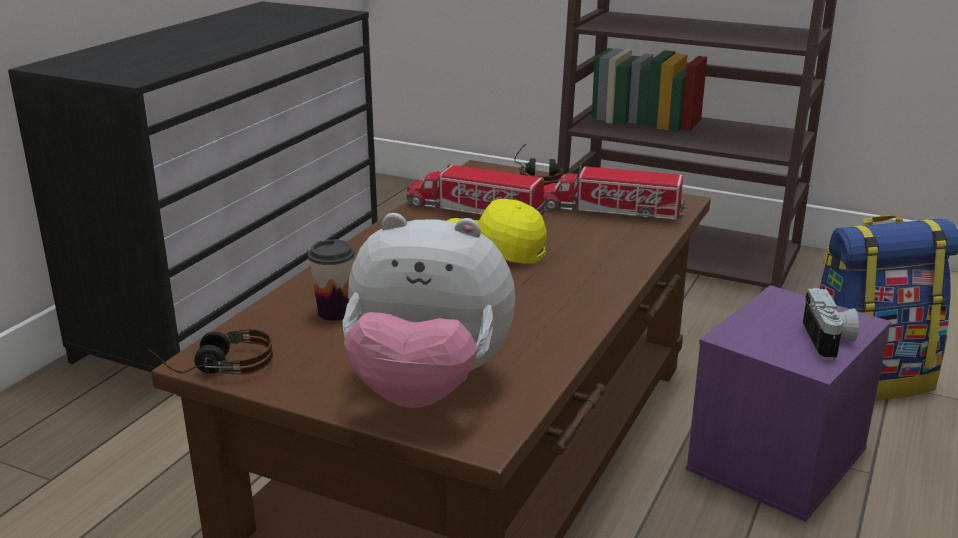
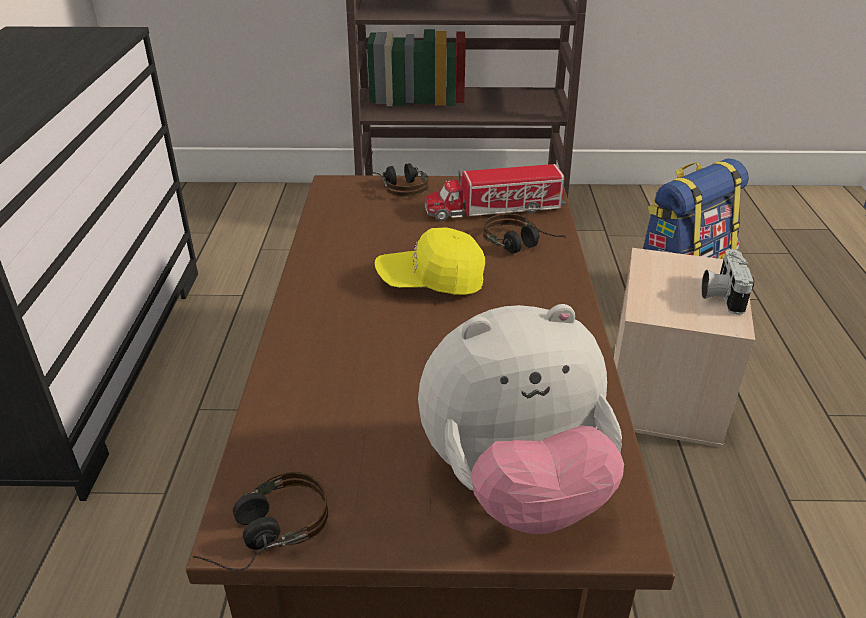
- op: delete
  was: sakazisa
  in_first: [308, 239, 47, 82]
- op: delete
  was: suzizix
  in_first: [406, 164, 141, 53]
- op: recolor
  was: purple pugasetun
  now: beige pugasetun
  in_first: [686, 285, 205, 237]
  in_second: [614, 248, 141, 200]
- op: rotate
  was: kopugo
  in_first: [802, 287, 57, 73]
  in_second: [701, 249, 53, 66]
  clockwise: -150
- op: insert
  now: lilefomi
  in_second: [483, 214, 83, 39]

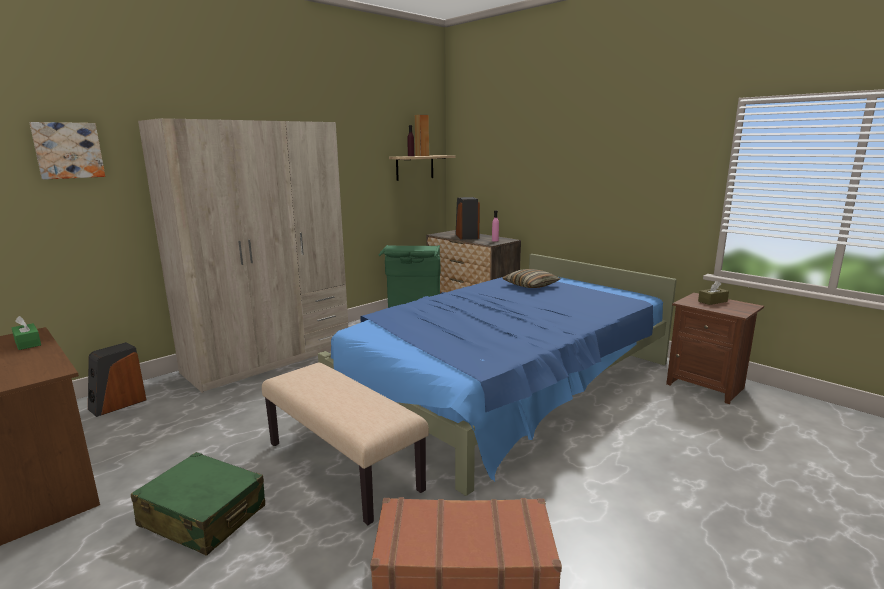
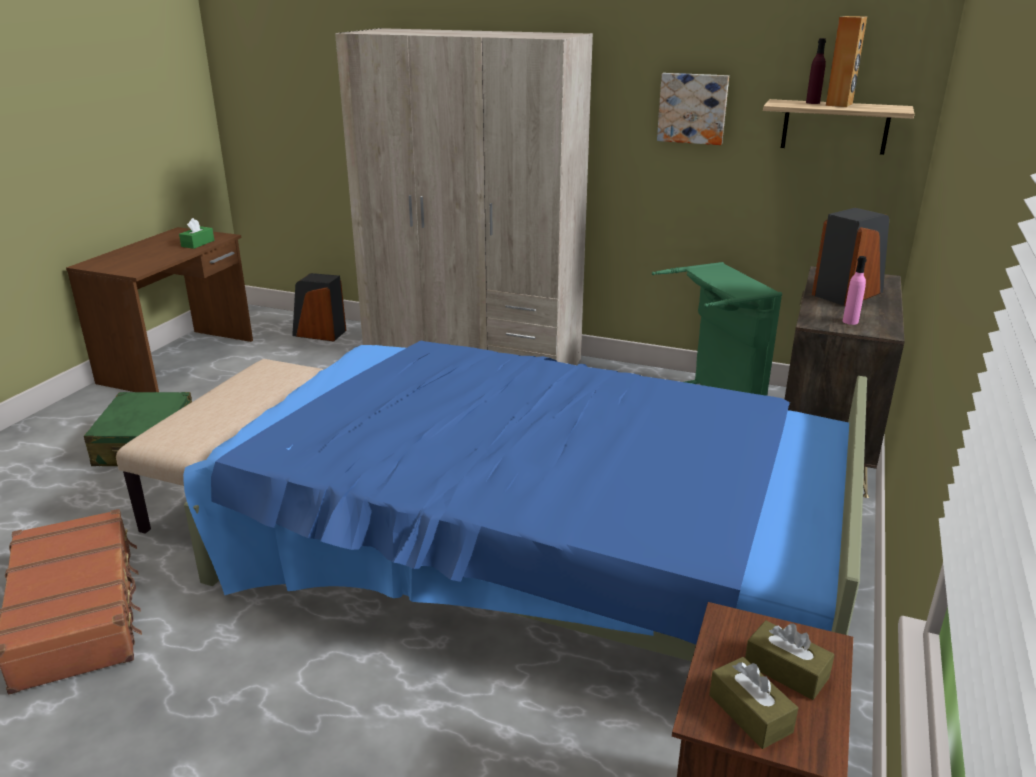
- op: move
  was: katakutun
  in_first: [30, 122, 75, 58]
  in_second: [657, 73, 72, 72]
- op: delete
  was: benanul
  in_first: [502, 269, 59, 19]
- op: insert
  now: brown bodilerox
  in_second: [709, 657, 89, 92]

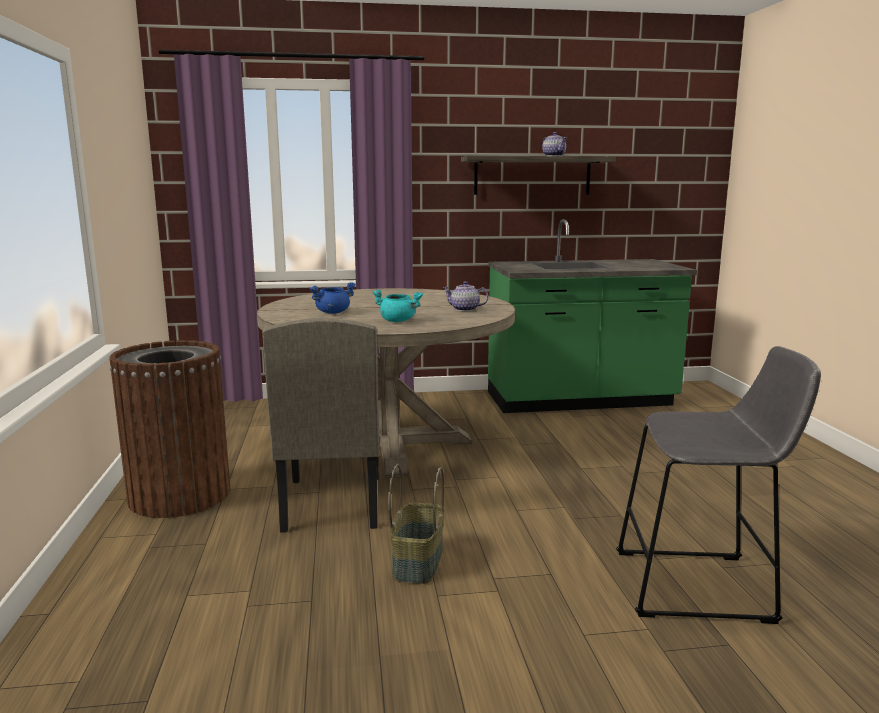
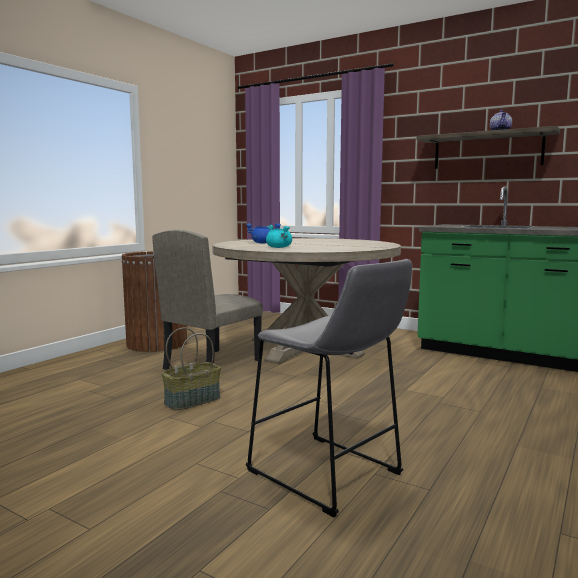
- op: delete
  was: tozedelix
  in_first: [443, 281, 46, 30]

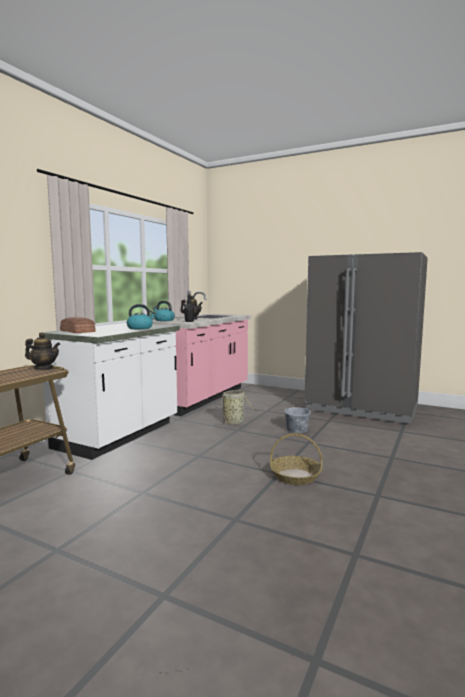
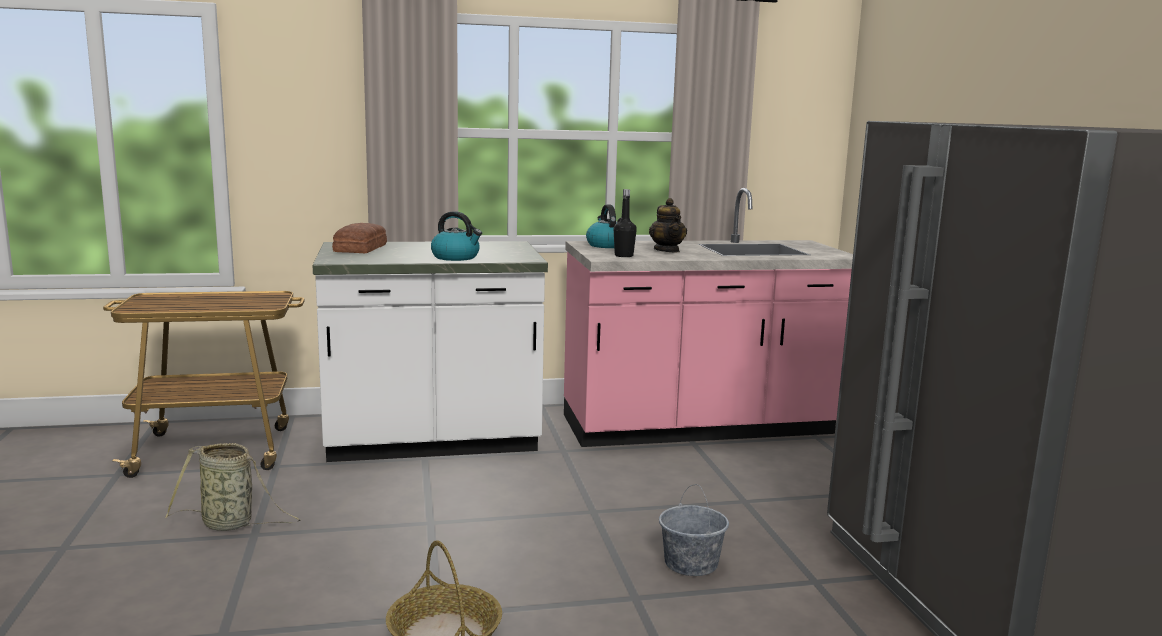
- op: delete
  was: tozedelix
  in_first: [25, 333, 35, 37]
- op: move
  was: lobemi
  in_first: [215, 390, 43, 35]
  in_second: [165, 443, 136, 88]

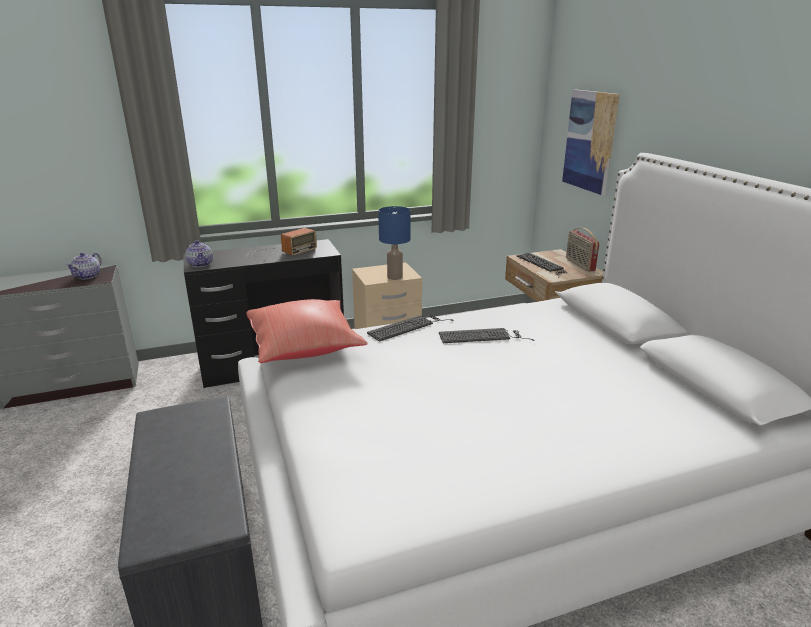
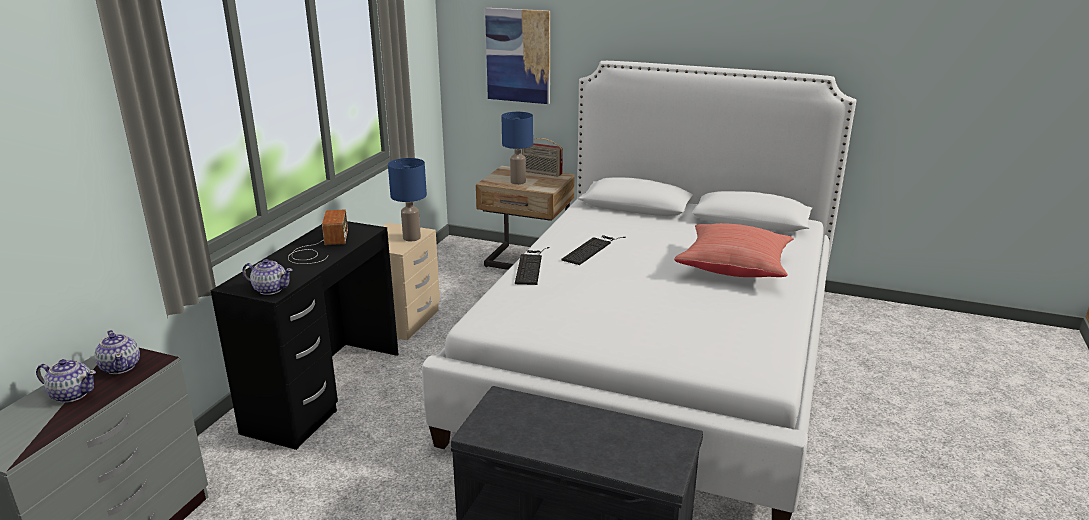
- op: move
  was: red benanul
  in_first: [246, 299, 122, 64]
  in_second: [674, 223, 120, 54]
- op: replace
  was: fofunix
  now: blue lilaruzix
  in_first: [517, 253, 50, 25]
  in_second: [501, 112, 32, 73]
- op: insert
  now: tozedelix
  in_second: [36, 359, 60, 44]

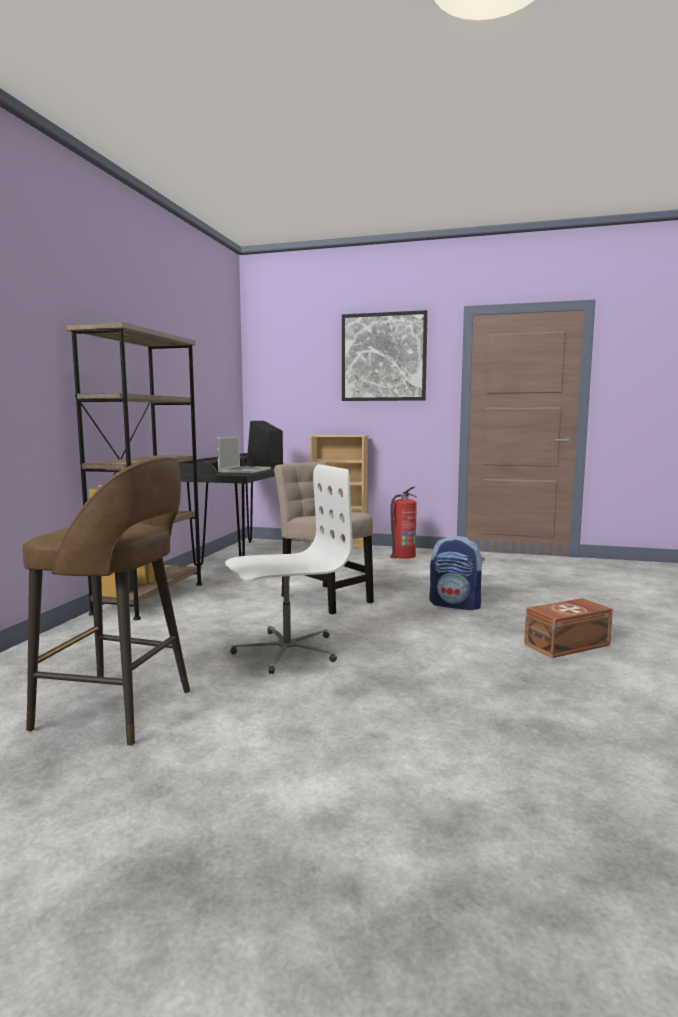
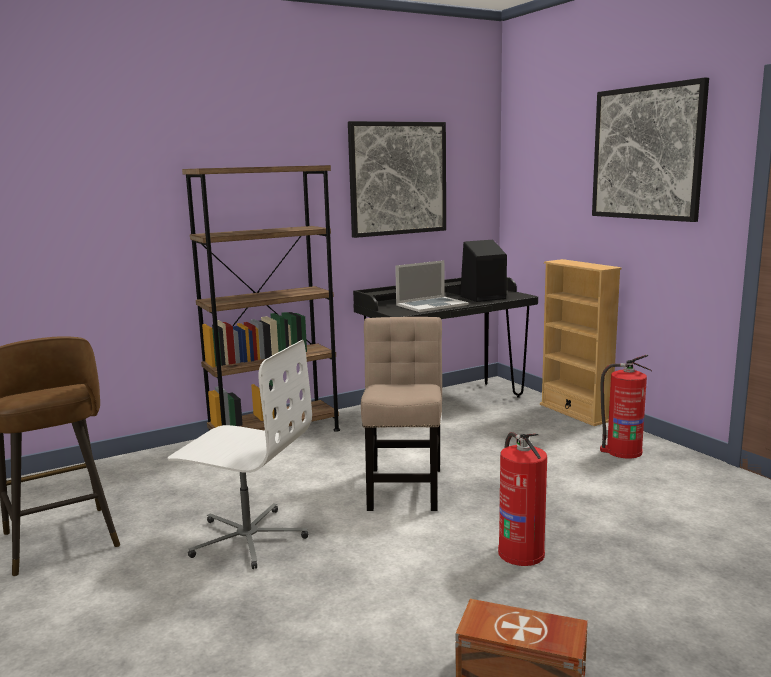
- op: replace
  was: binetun
  now: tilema
  in_first: [429, 536, 56, 74]
  in_second: [498, 432, 49, 134]
- op: insert
  now: katakutun
  in_second: [348, 121, 98, 117]

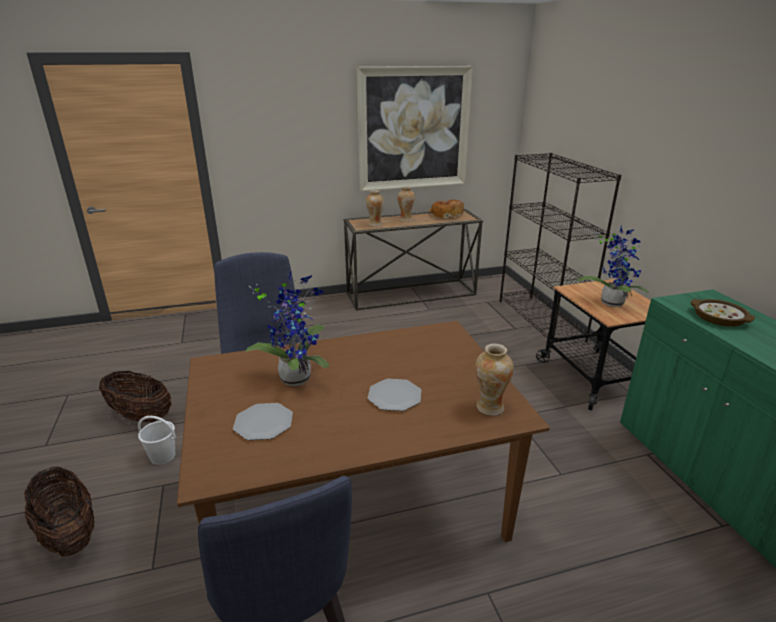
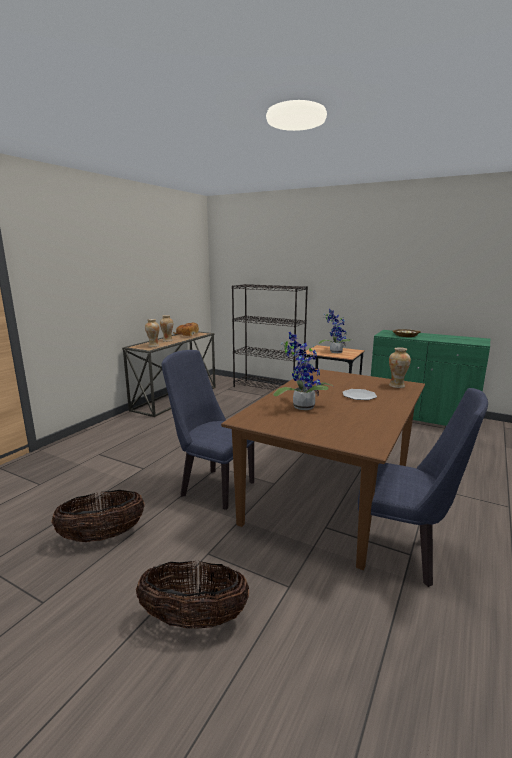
- op: delete
  was: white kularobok
  in_first: [138, 416, 38, 49]
- op: delete
  was: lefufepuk
  in_first: [233, 403, 60, 37]
- op: delete
  was: katakutun
  in_first: [357, 66, 116, 125]

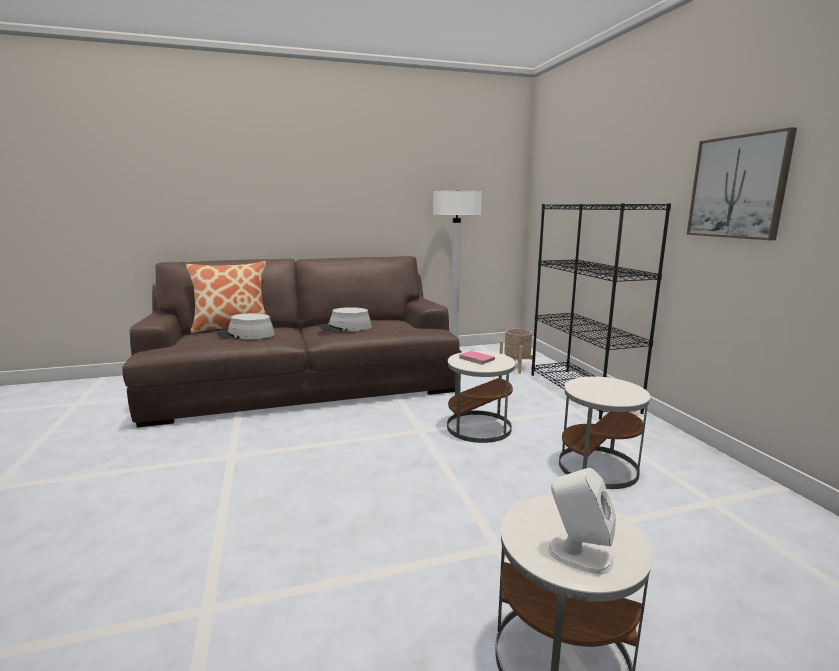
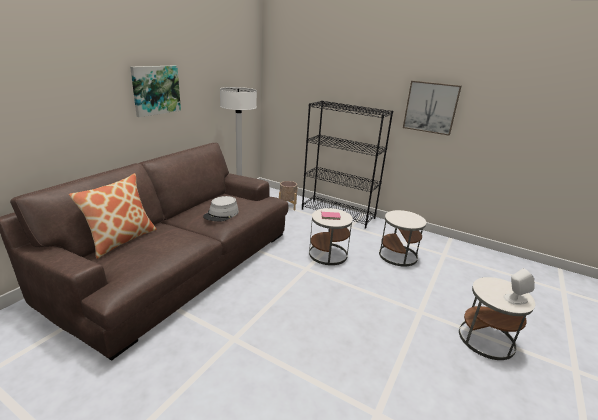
- op: delete
  was: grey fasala
  in_first: [217, 313, 58, 26]
- op: insert
  now: katakutun
  in_second: [130, 65, 51, 52]

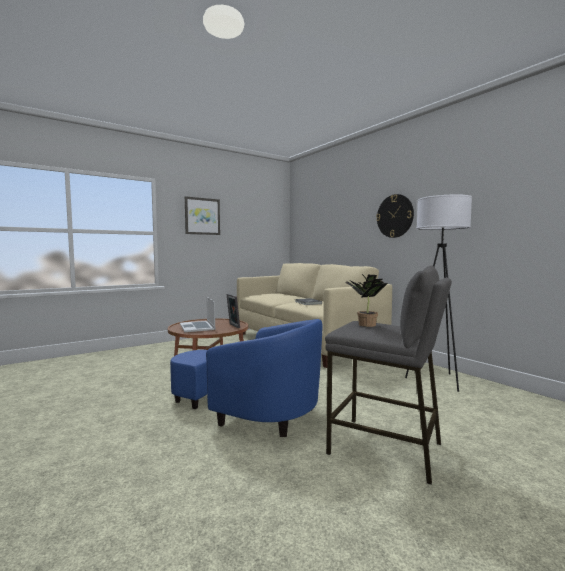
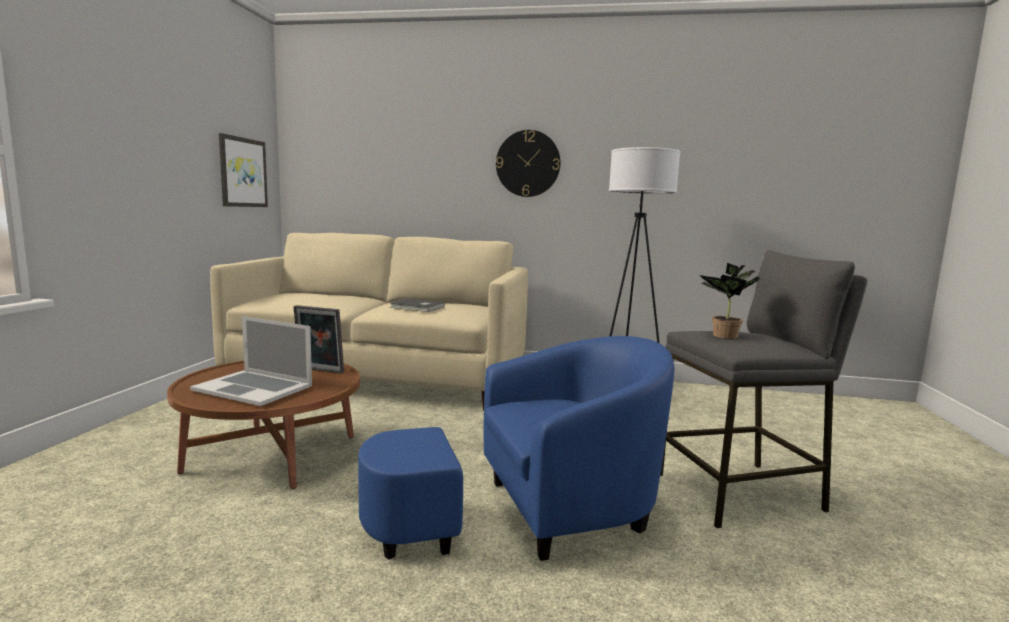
- op: move
  was: katakutun
  in_first: [185, 196, 35, 39]
  in_second: [219, 133, 49, 74]

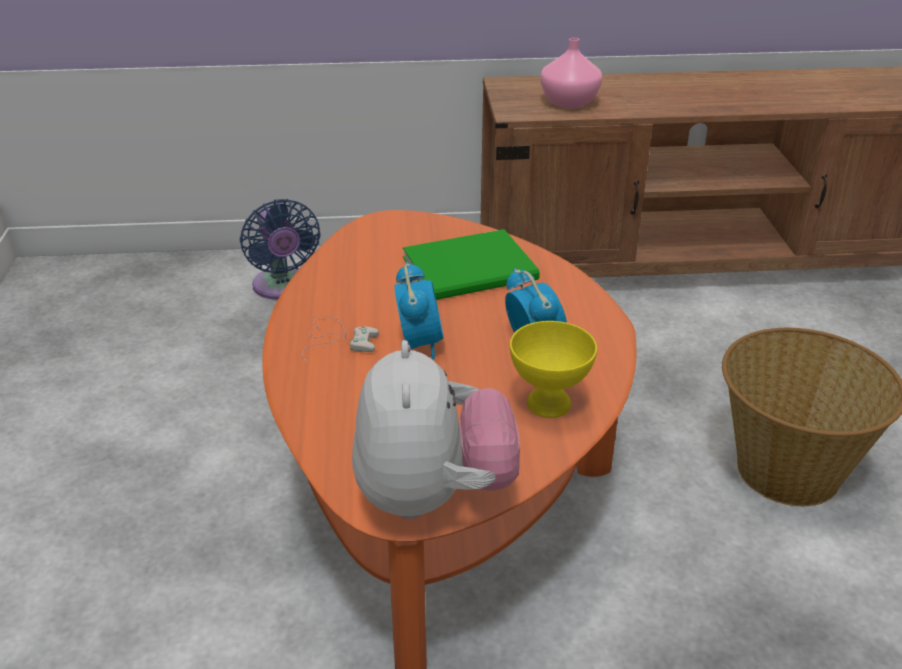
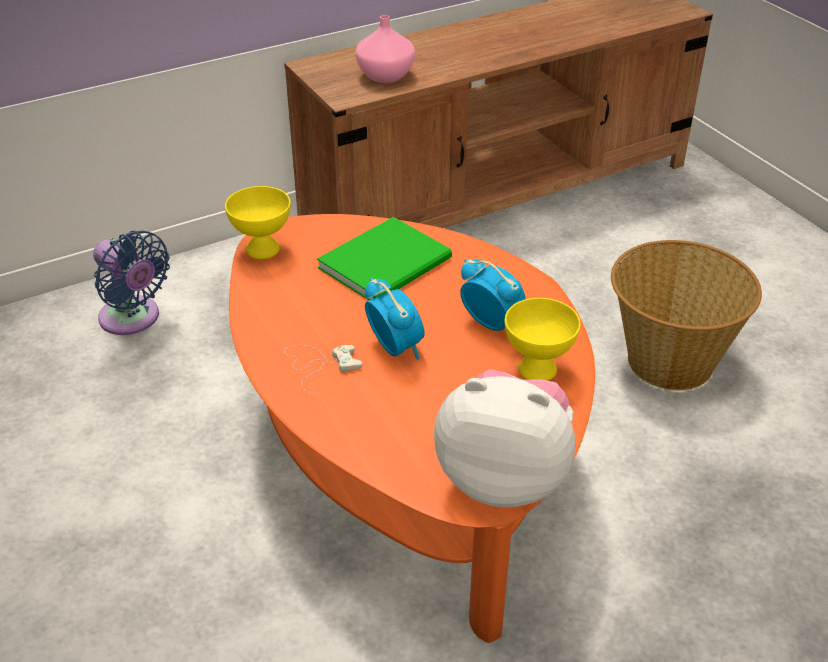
- op: rotate
  was: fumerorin
  in_first: [352, 340, 168, 179]
  in_second: [434, 369, 141, 138]
  clockwise: -45
- op: insert
  now: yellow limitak
  in_second: [225, 186, 66, 73]

